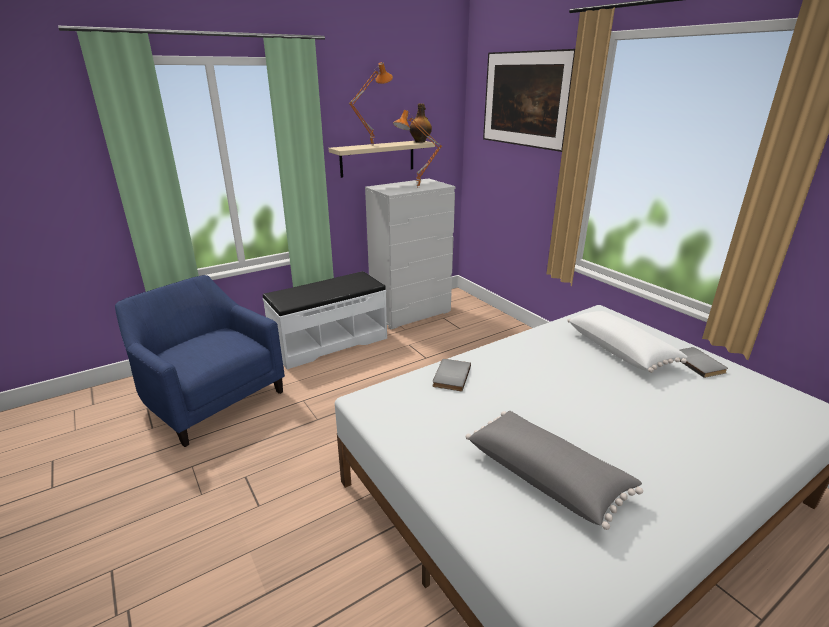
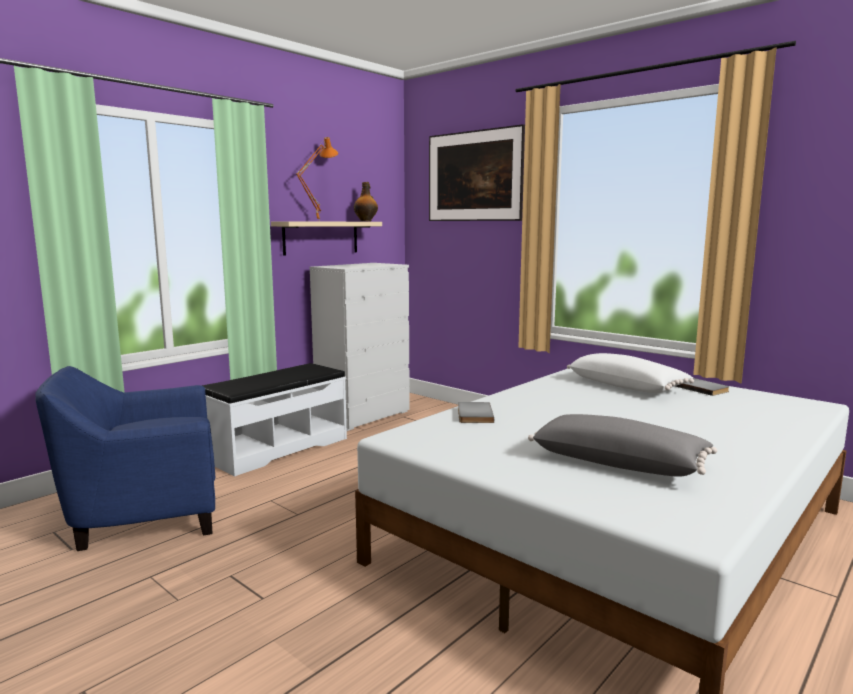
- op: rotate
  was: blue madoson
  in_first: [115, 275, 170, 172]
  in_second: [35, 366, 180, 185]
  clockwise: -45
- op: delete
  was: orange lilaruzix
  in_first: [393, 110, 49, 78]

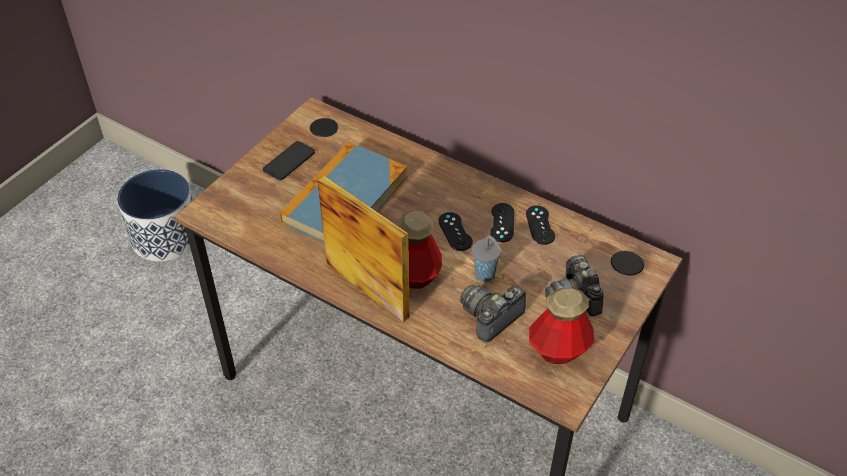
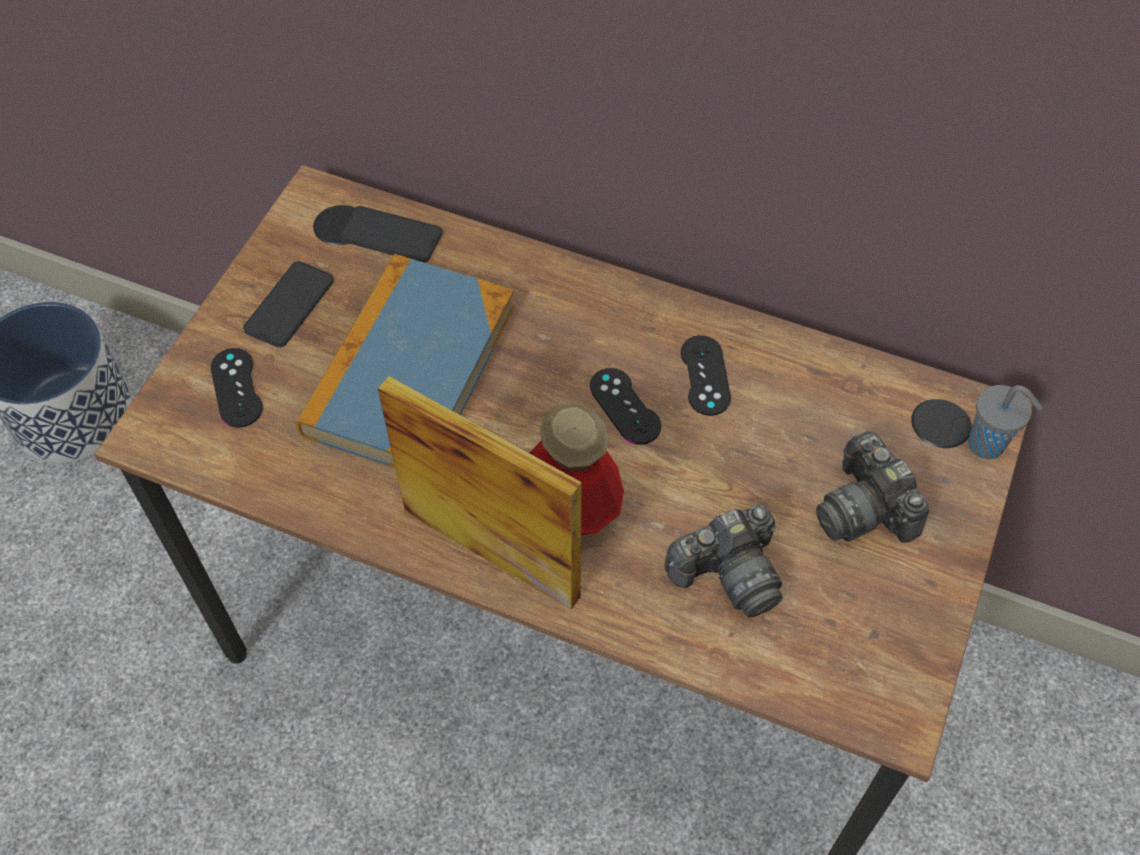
- op: rotate
  was: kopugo
  in_first: [460, 285, 66, 57]
  in_second: [664, 505, 118, 112]
  clockwise: -150
- op: move
  was: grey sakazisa
  in_first: [472, 235, 31, 47]
  in_second: [968, 385, 75, 74]
- op: move
  was: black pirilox
  in_first: [526, 205, 29, 40]
  in_second: [211, 348, 52, 80]
- op: delete
  was: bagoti
  in_first: [529, 288, 65, 76]
- op: insert
  now: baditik
  in_second: [339, 206, 103, 57]

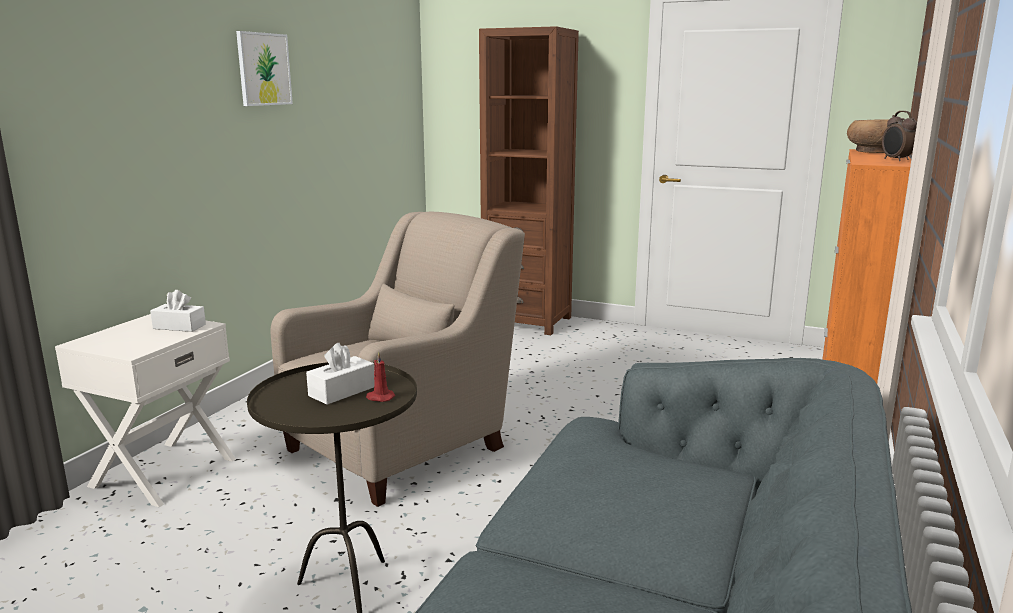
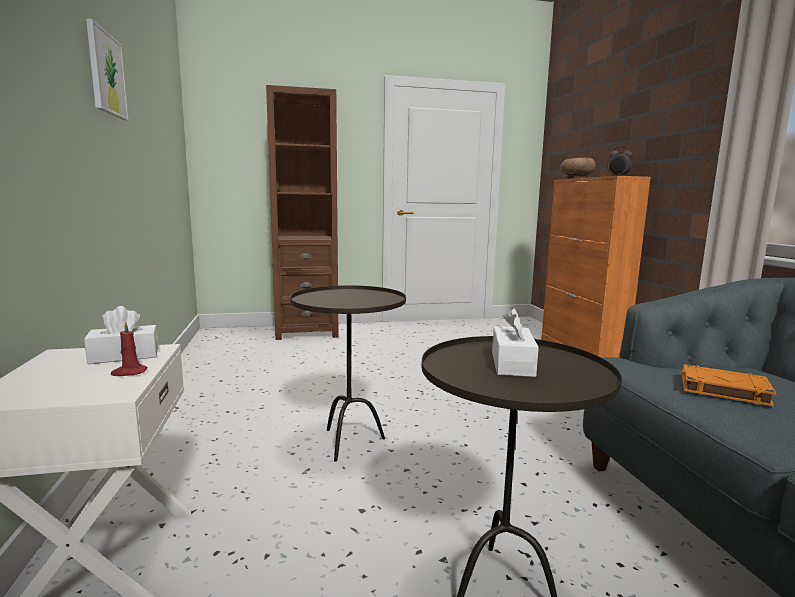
- op: replace
  was: beige madoson
  now: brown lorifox
  in_first: [271, 212, 254, 295]
  in_second: [290, 285, 116, 177]
- op: move
  was: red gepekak
  in_first: [366, 352, 29, 50]
  in_second: [111, 321, 37, 55]
- op: insert
  now: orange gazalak
  in_second: [682, 364, 95, 42]

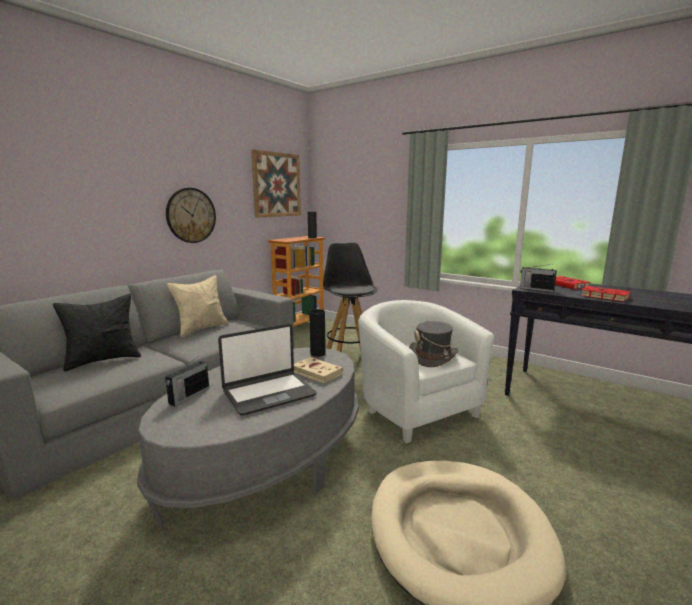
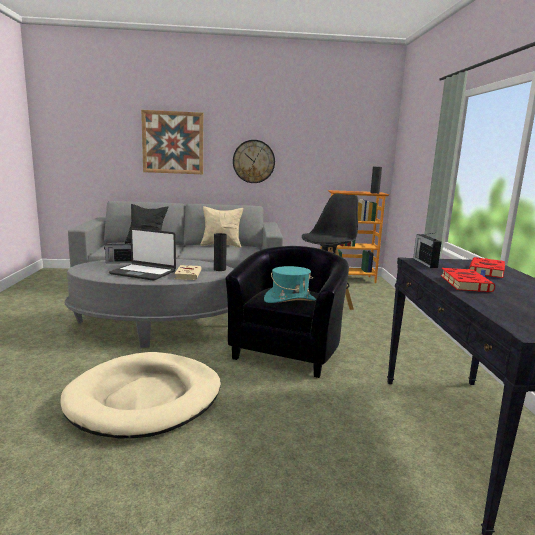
- op: move
  was: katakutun
  in_first: [251, 149, 50, 69]
  in_second: [141, 110, 62, 64]
- op: recolor
  was: white madoson
  now: black madoson
  in_first: [358, 300, 136, 143]
  in_second: [225, 246, 124, 132]
- op: recolor
  was: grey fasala
  now: turquoise fasala
  in_first: [409, 321, 49, 46]
  in_second: [264, 266, 52, 37]

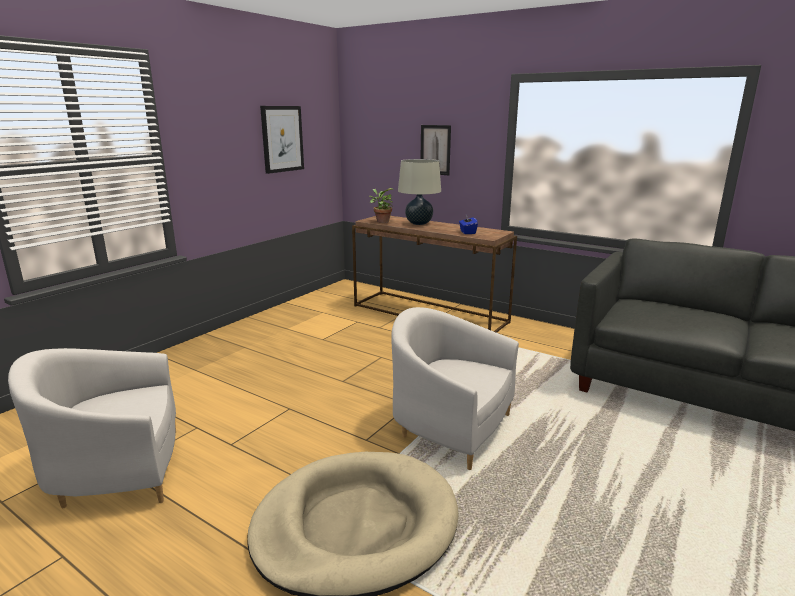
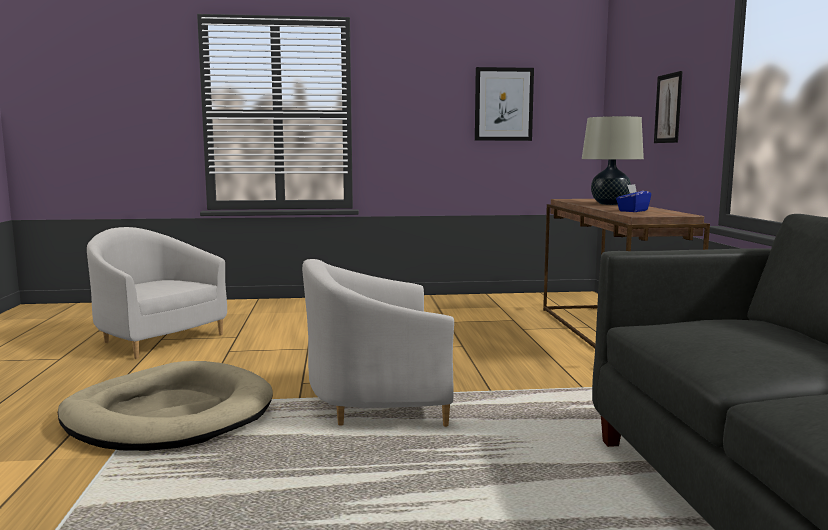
- op: delete
  was: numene
  in_first: [369, 188, 25, 35]
- op: rotate
  was: white madoson
  in_first: [391, 307, 128, 163]
  in_second: [302, 259, 152, 168]
  clockwise: -90

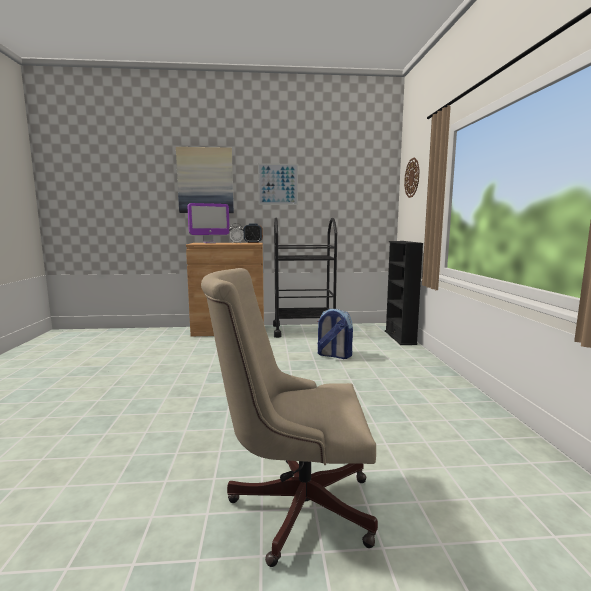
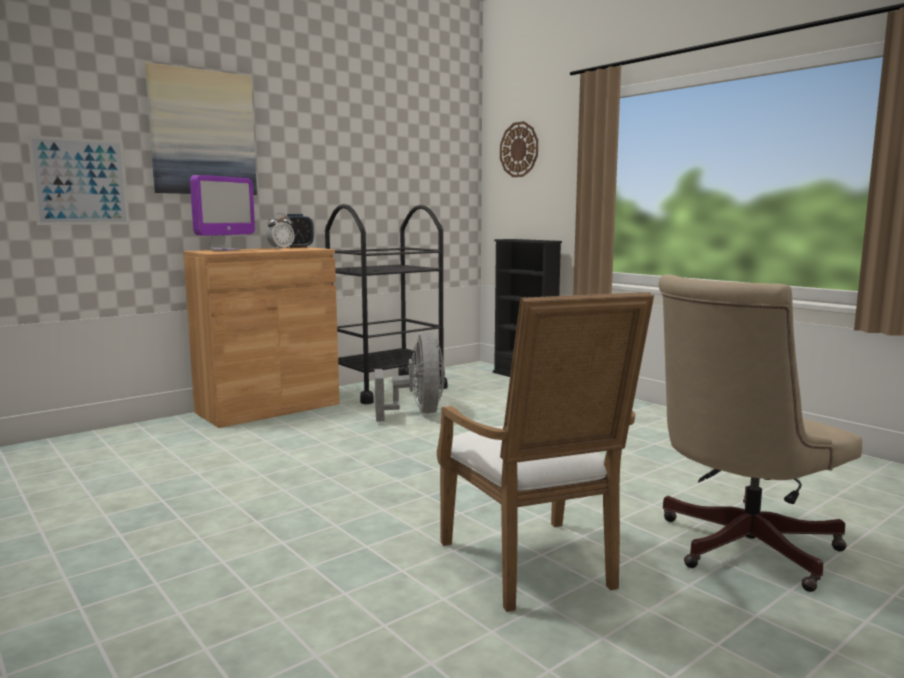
- op: move
  was: katakutun
  in_first: [258, 163, 40, 42]
  in_second: [27, 135, 103, 90]
- op: delete
  was: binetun
  in_first: [317, 309, 36, 50]
- op: insert
  now: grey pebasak
  in_second: [375, 333, 70, 89]
- op: insert
  now: white madoson
  in_second: [437, 292, 217, 320]

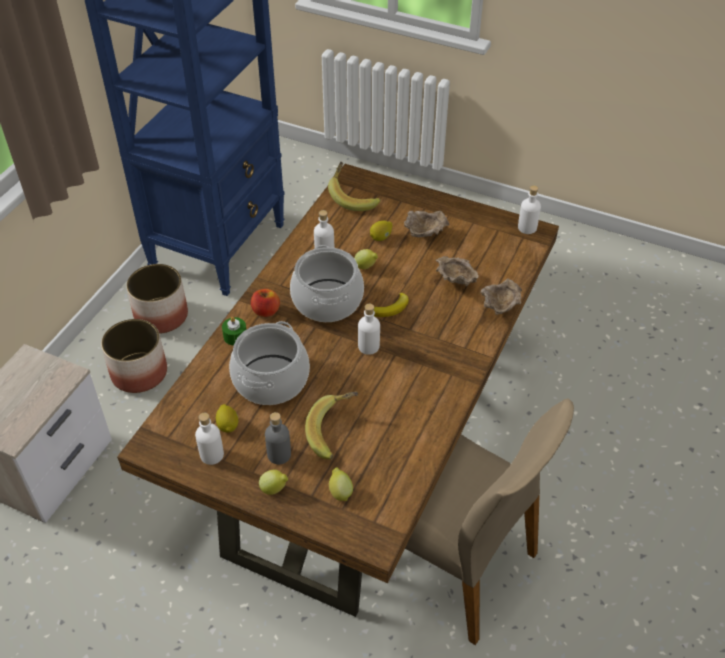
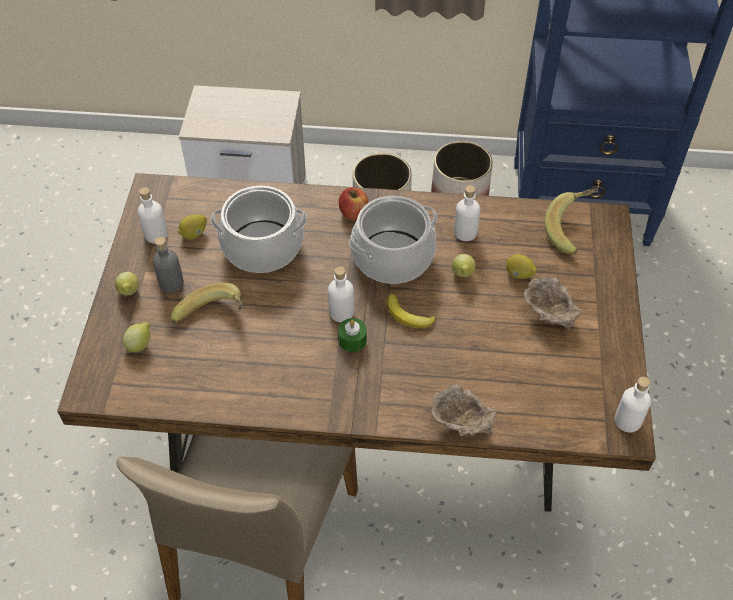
- op: move
  was: green gepekak
  in_first: [222, 317, 24, 28]
  in_second: [338, 318, 29, 34]
- op: delete
  was: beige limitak
  in_first: [436, 256, 42, 30]

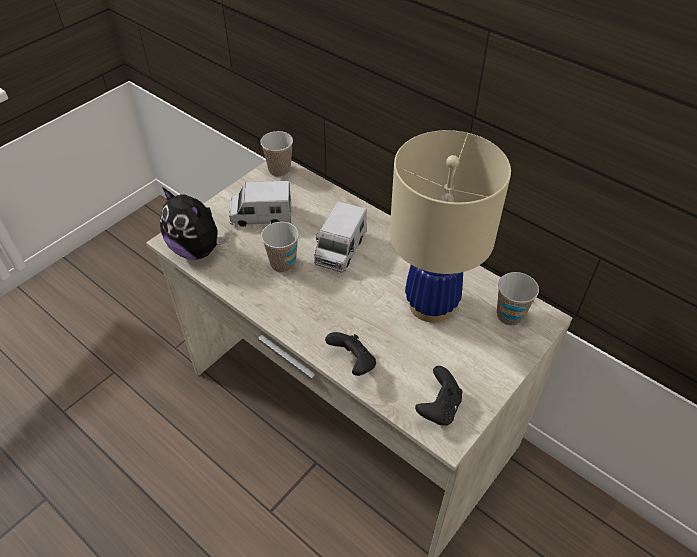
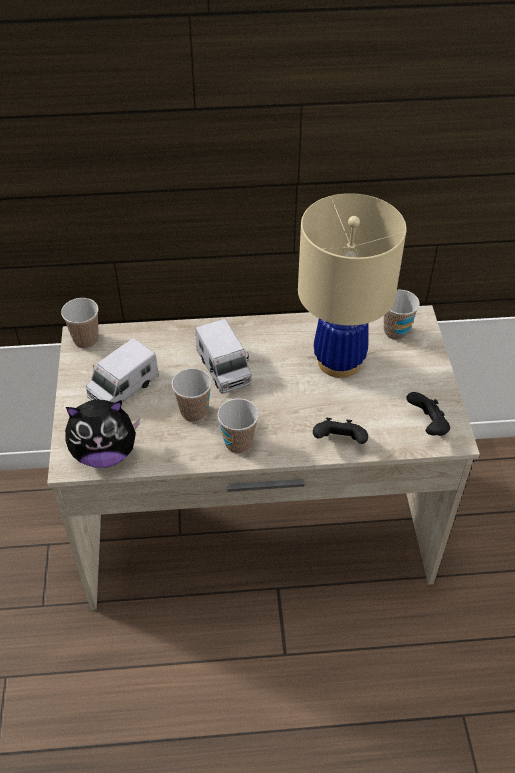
- op: insert
  now: sakazisa
  in_second: [217, 398, 42, 56]

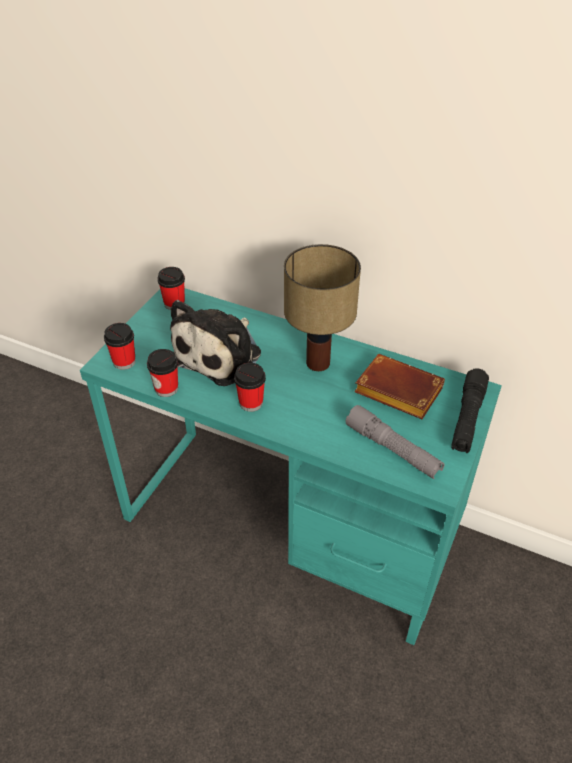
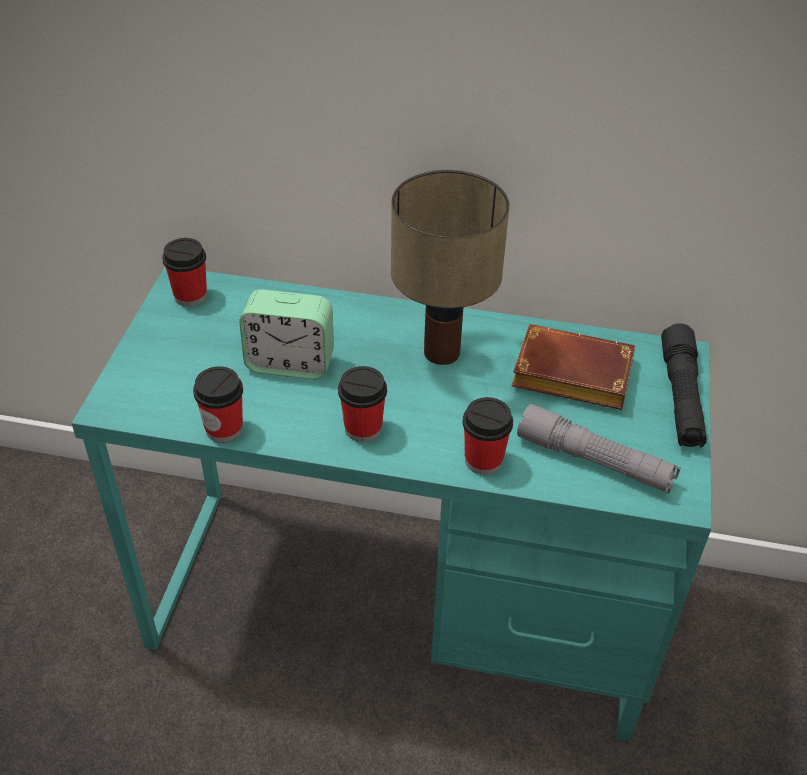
- op: move
  was: sakazisa
  in_first: [104, 323, 32, 47]
  in_second: [463, 397, 50, 78]
- op: replace
  was: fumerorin
  now: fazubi
  in_first: [170, 300, 91, 86]
  in_second: [239, 289, 95, 90]

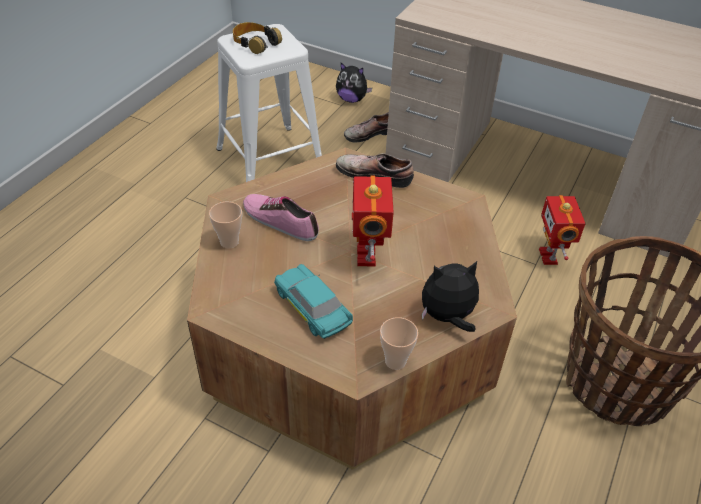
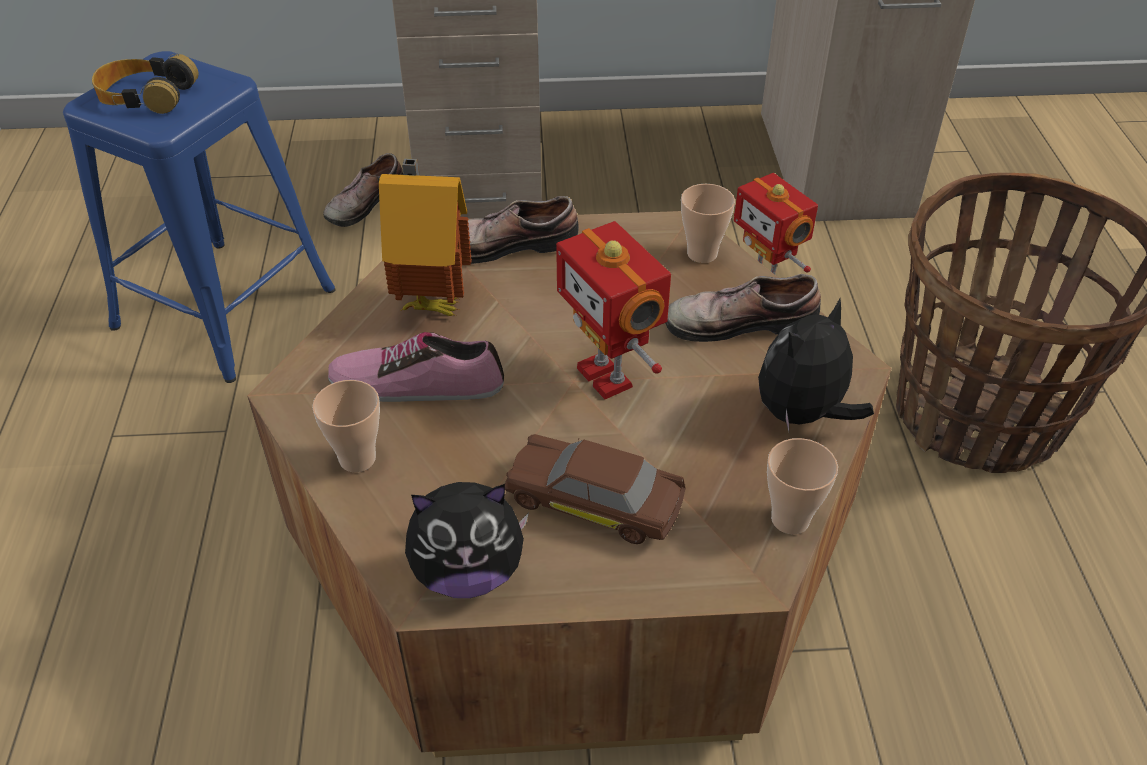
- op: recolor
  was: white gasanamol
  now: blue gasanamol
  in_first: [216, 24, 106, 158]
  in_second: [63, 51, 273, 332]
- op: recolor
  was: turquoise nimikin
  now: brown nimikin
  in_first: [274, 264, 79, 75]
  in_second: [505, 434, 180, 110]
- op: move
  was: fumerorin
  in_first: [336, 63, 37, 40]
  in_second: [405, 482, 124, 116]
- op: insert
  now: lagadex
  in_second: [379, 159, 93, 157]
- op: insert
  now: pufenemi
  in_second: [665, 274, 156, 68]
- op: insert
  now: sakazisa
  in_second: [681, 184, 54, 79]

